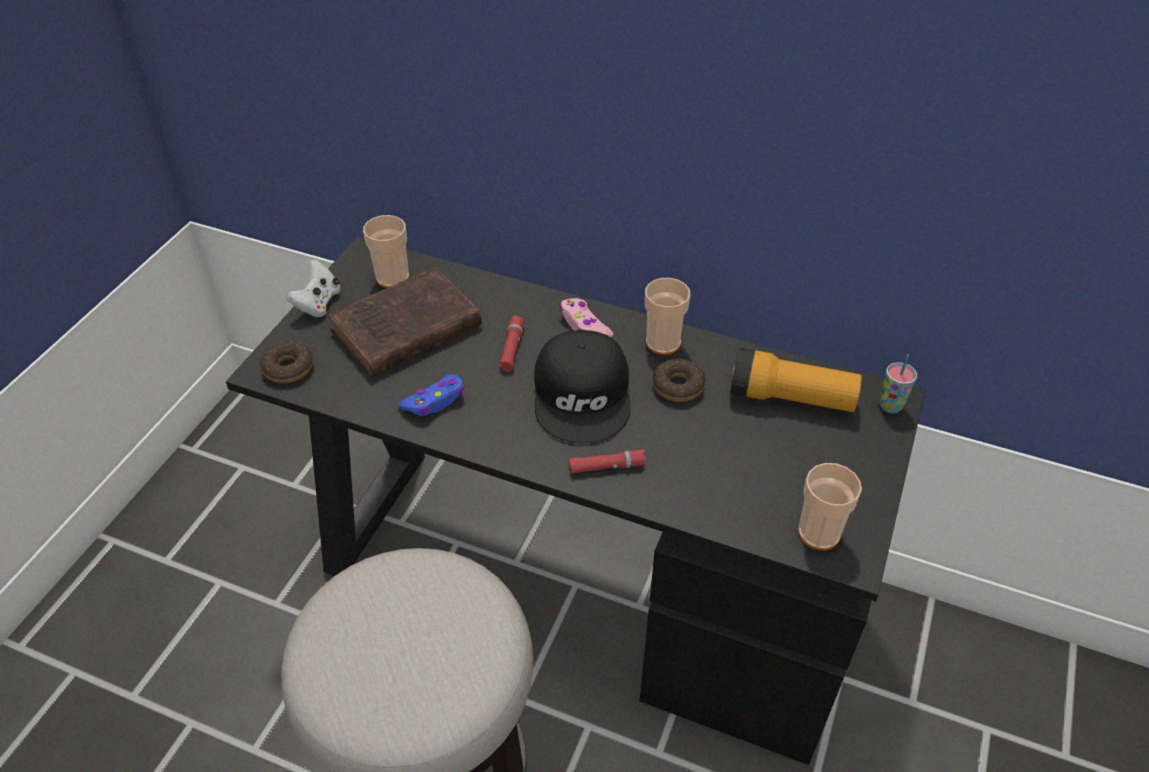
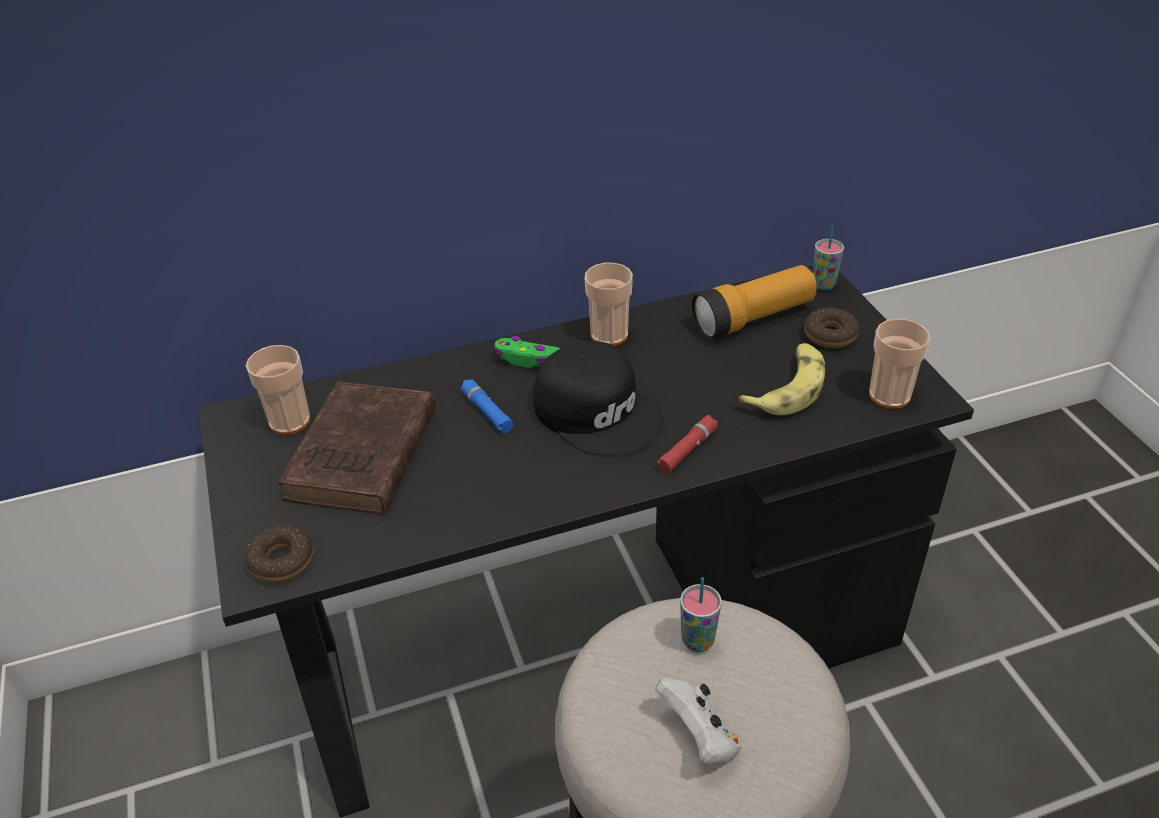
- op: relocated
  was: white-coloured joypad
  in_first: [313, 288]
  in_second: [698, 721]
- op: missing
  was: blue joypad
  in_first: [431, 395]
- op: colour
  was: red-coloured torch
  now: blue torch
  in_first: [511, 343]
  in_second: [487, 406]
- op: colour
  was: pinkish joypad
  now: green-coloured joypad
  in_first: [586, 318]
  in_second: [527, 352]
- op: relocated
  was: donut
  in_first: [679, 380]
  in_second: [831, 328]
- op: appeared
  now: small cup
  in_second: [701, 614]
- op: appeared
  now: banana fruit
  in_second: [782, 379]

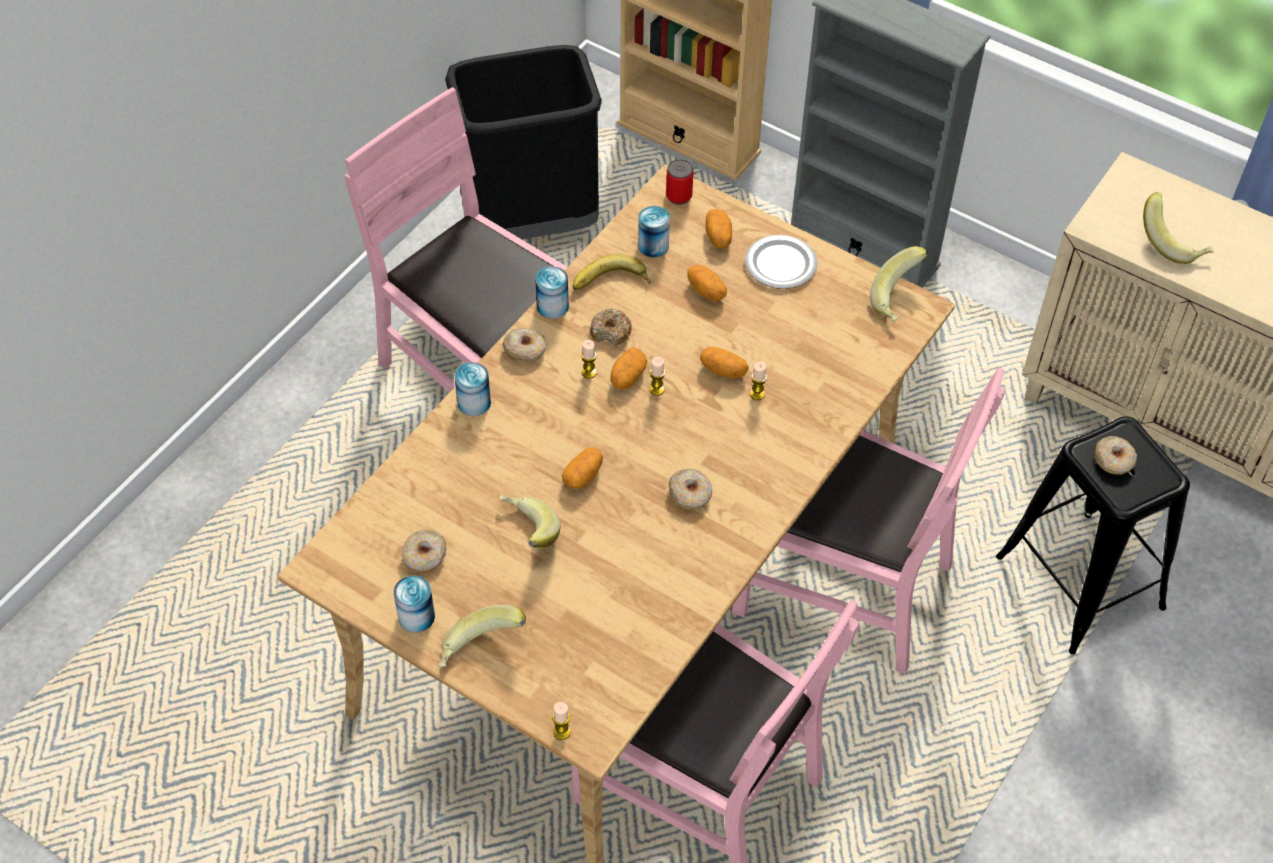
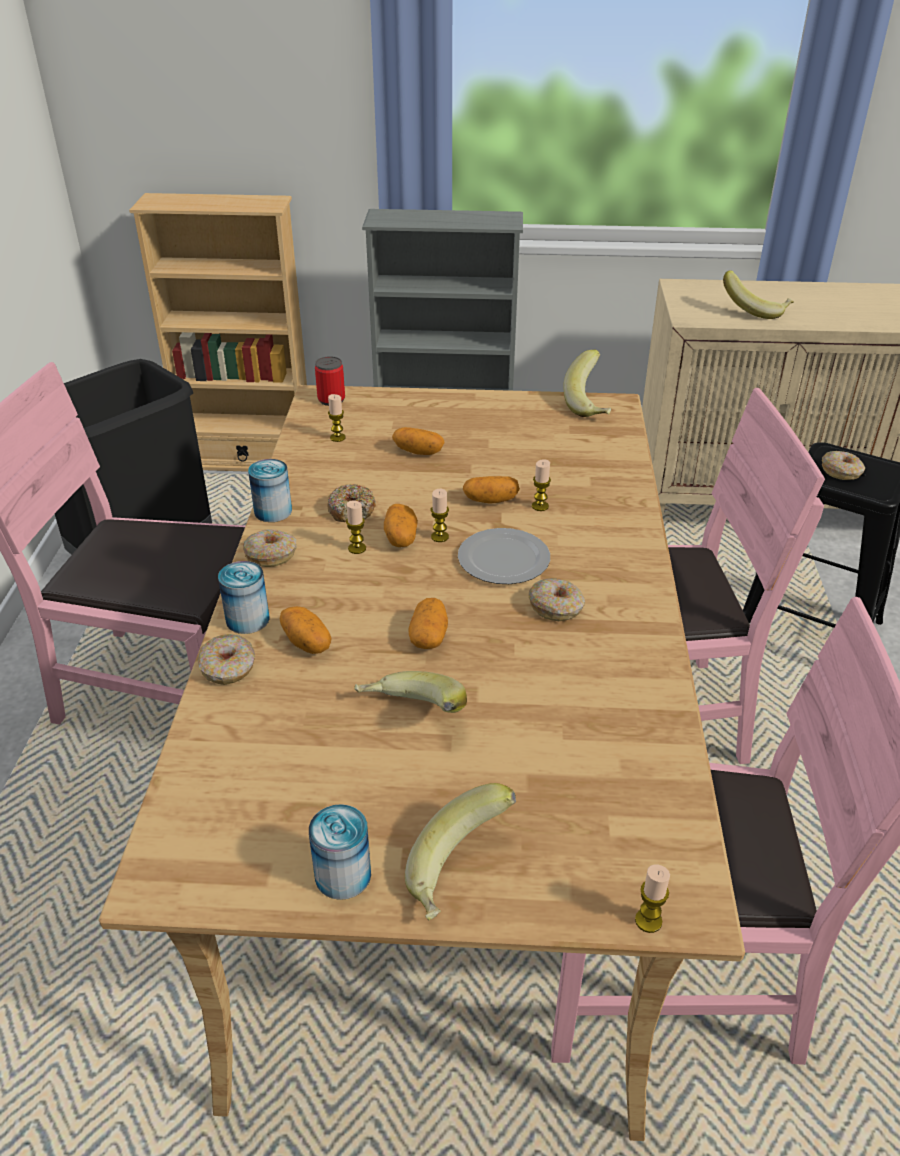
- op: relocated
  was: donut
  in_first: [423, 550]
  in_second: [226, 659]
- op: missing
  was: banana fruit
  in_first: [611, 272]
- op: exchanged
  was: metal can
  now: wax candle
  in_first: [654, 231]
  in_second: [337, 418]
- op: relocated
  was: potato
  in_first: [719, 228]
  in_second: [305, 630]
- op: relocated
  was: plate
  in_first: [781, 262]
  in_second: [504, 556]

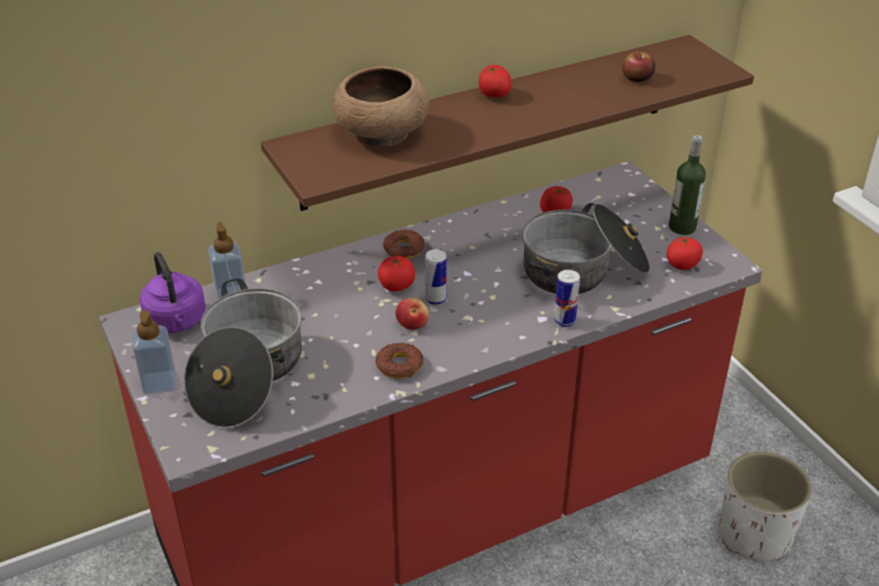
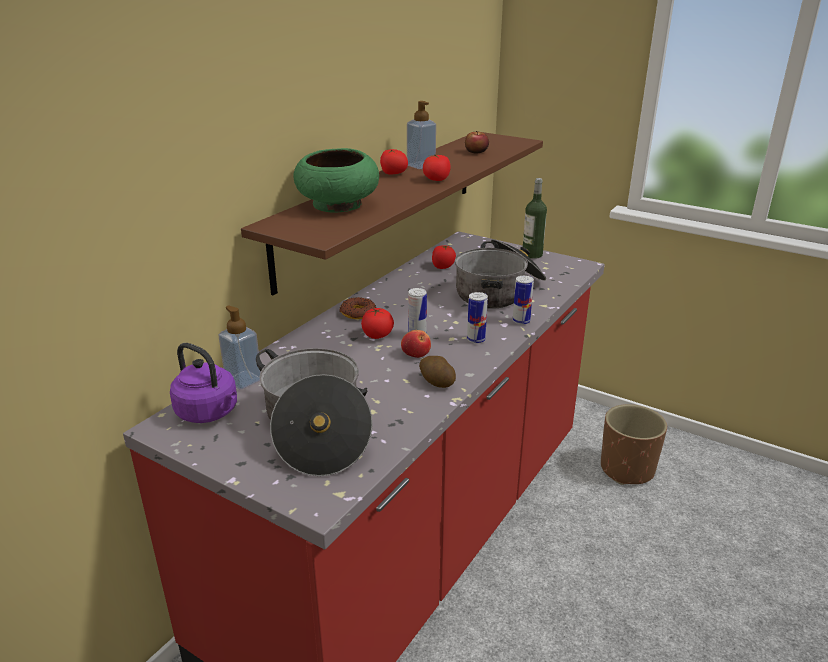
- op: relocated
  was: soap dispenser
  in_first: [154, 352]
  in_second: [421, 135]
- op: colour
  was: brown-coloured deep dish
  now: green-coloured deep dish
  in_first: [381, 107]
  in_second: [336, 180]
- op: exchanged
  was: donut
  now: potato
  in_first: [399, 360]
  in_second: [437, 372]
- op: relocated
  was: tomato
  in_first: [685, 253]
  in_second: [437, 167]
- op: colour
  was: white-coloured plant pot
  now: brown-coloured plant pot
  in_first: [765, 507]
  in_second: [634, 444]
- op: appeared
  now: metal can
  in_second: [477, 317]

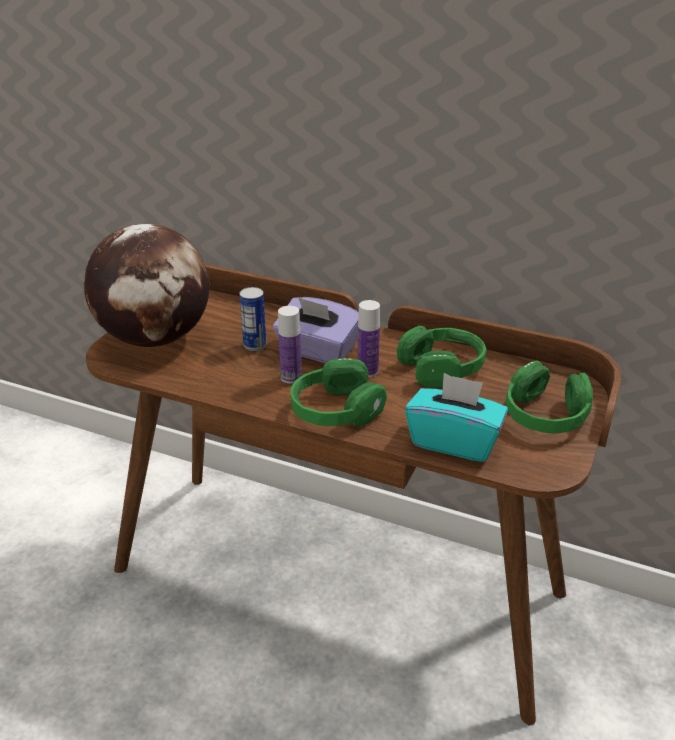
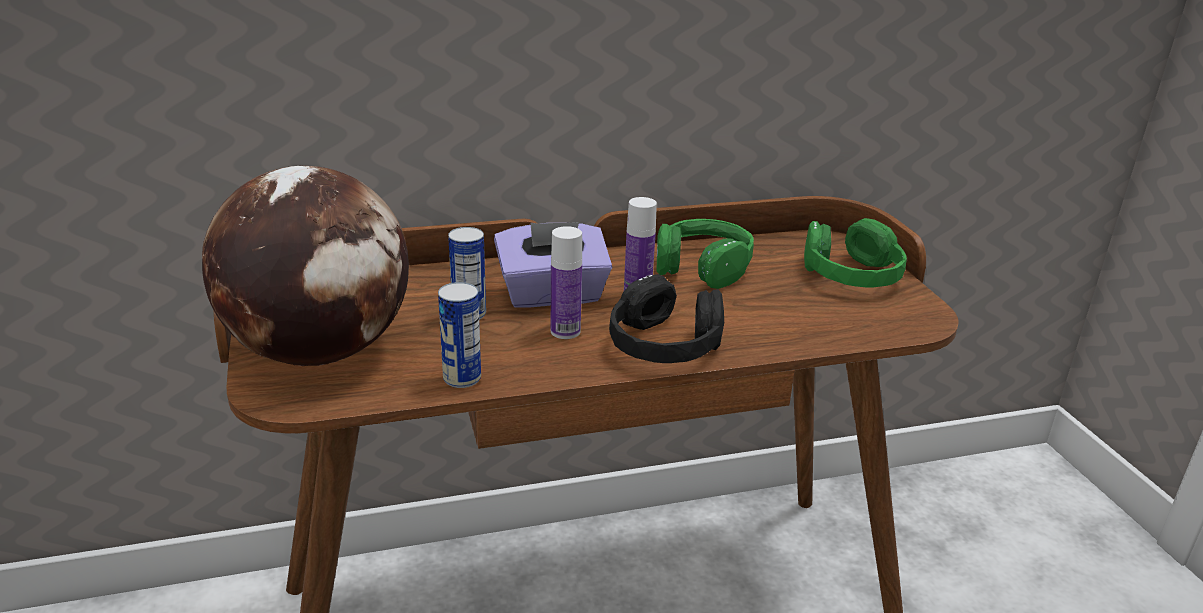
- op: colour
  was: green-coloured headphones
  now: black-coloured headphones
  in_first: [338, 393]
  in_second: [666, 318]
- op: missing
  was: turquoise-coloured tissue box
  in_first: [456, 417]
- op: appeared
  now: metal can
  in_second: [459, 335]

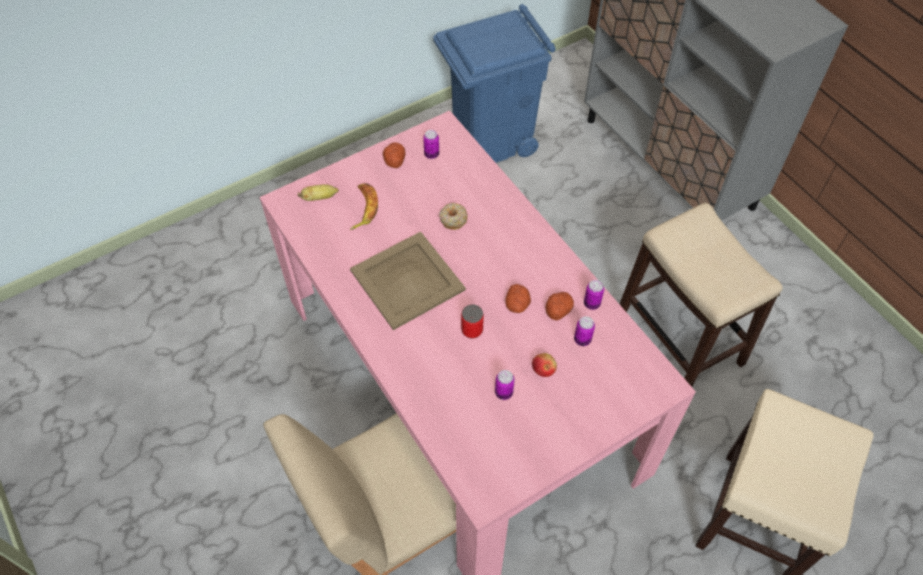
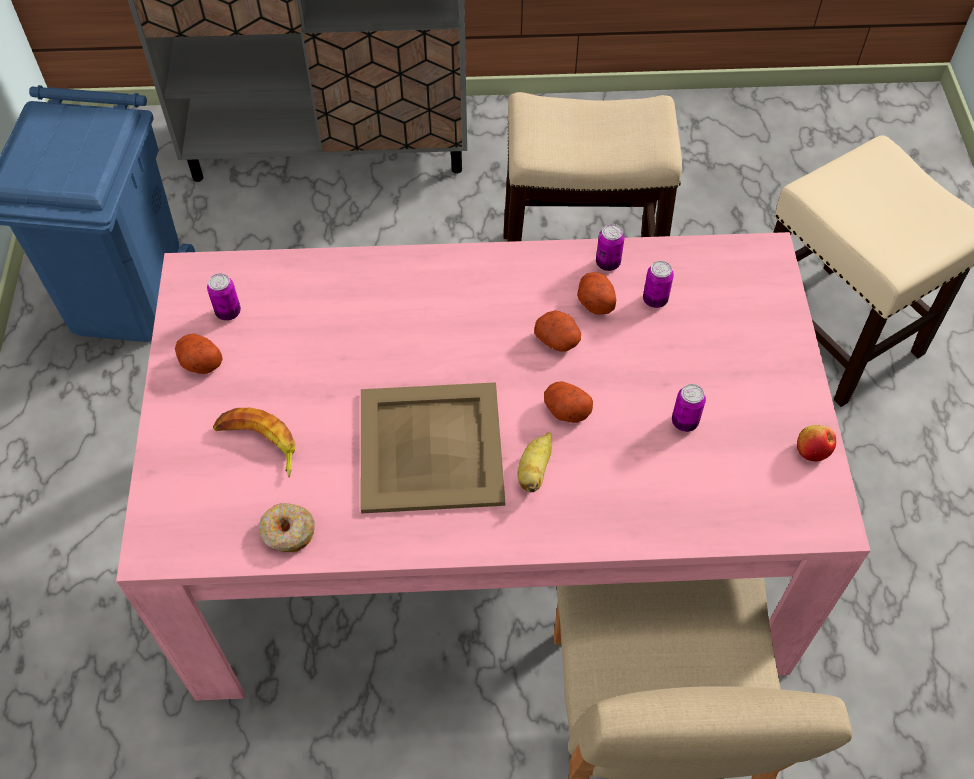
- op: relocated
  was: banana fruit
  in_first: [318, 192]
  in_second: [534, 462]
- op: relocated
  was: donut
  in_first: [453, 216]
  in_second: [287, 527]
- op: exchanged
  was: metal can
  now: potato
  in_first: [472, 321]
  in_second: [568, 402]
- op: relocated
  was: apple fruit
  in_first: [544, 365]
  in_second: [816, 443]

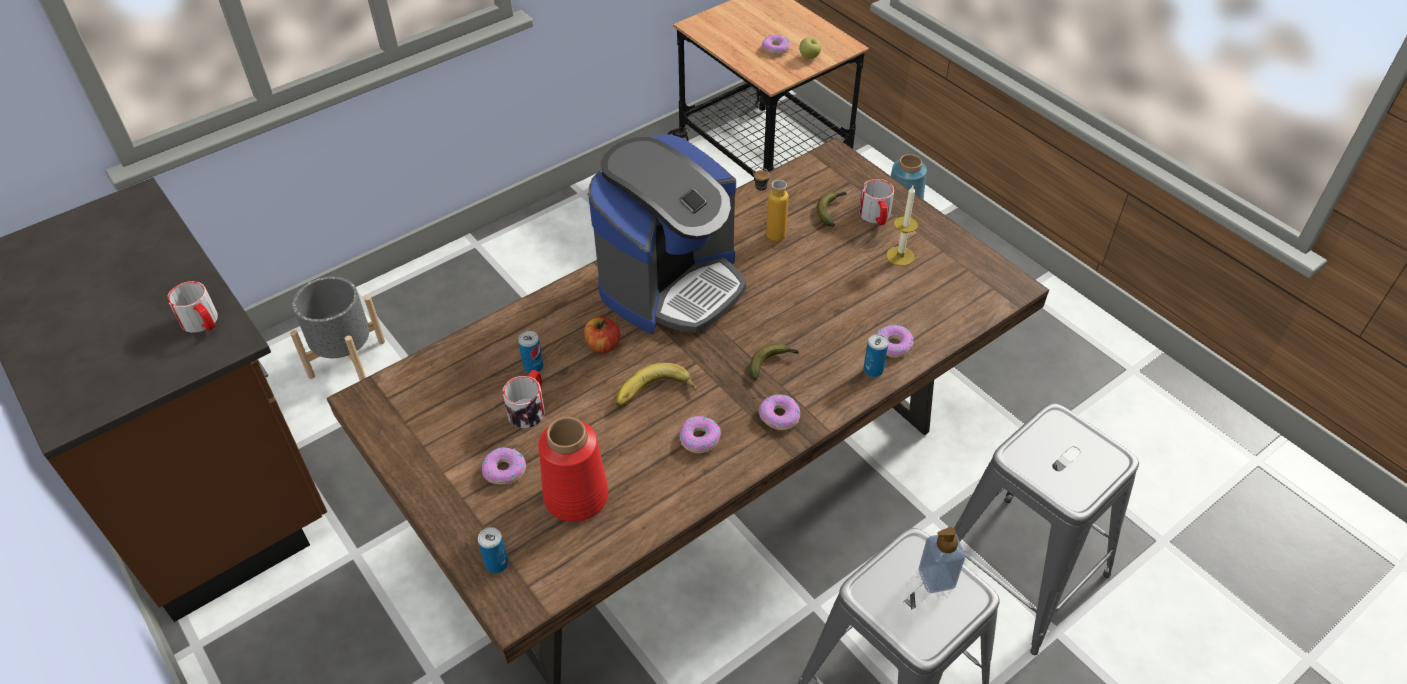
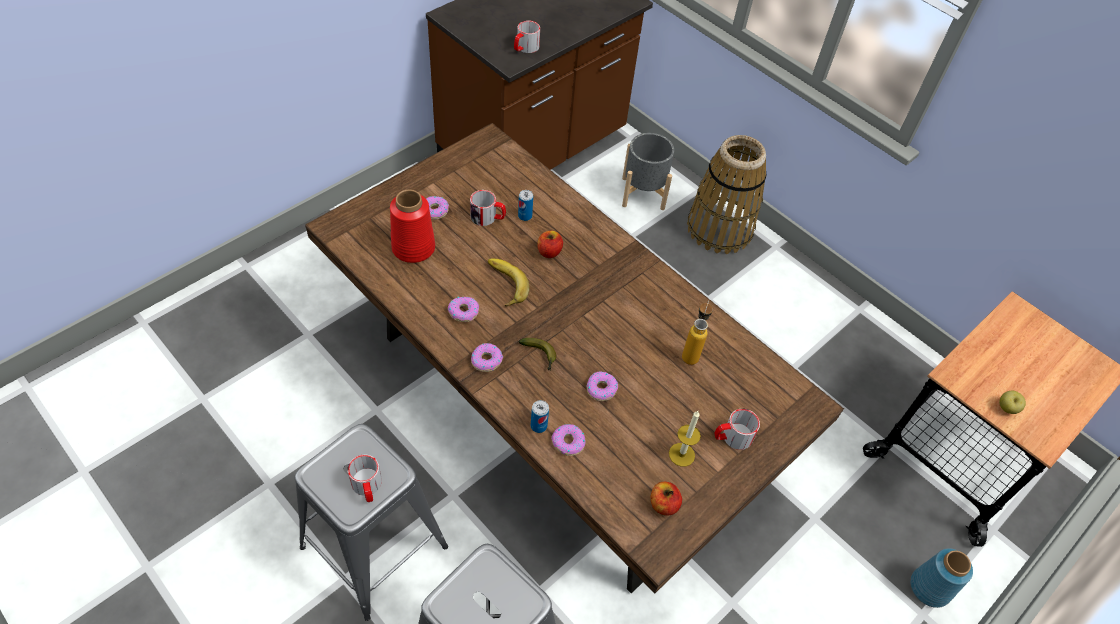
- op: missing
  was: metal can
  in_first: [493, 550]
- op: missing
  was: coffee maker
  in_first: [667, 234]
- op: relocated
  was: donut
  in_first: [776, 45]
  in_second: [602, 386]
- op: missing
  was: banana fruit
  in_first: [832, 209]
- op: exchanged
  was: soap dispenser
  now: mug
  in_first: [942, 560]
  in_second: [365, 478]
- op: appeared
  now: apple fruit
  in_second: [666, 499]
- op: appeared
  now: basket
  in_second: [727, 194]

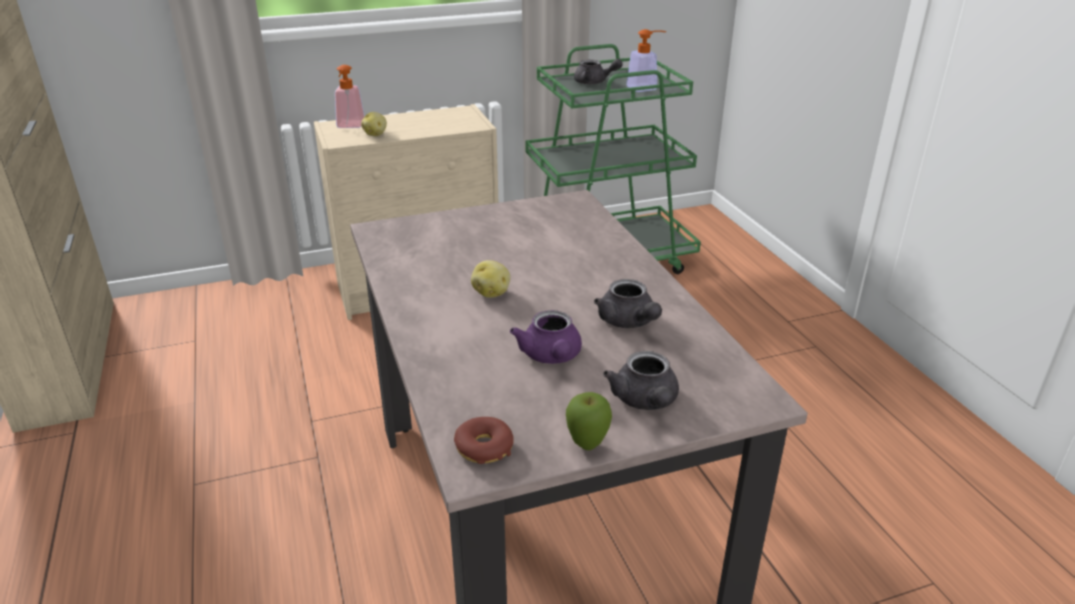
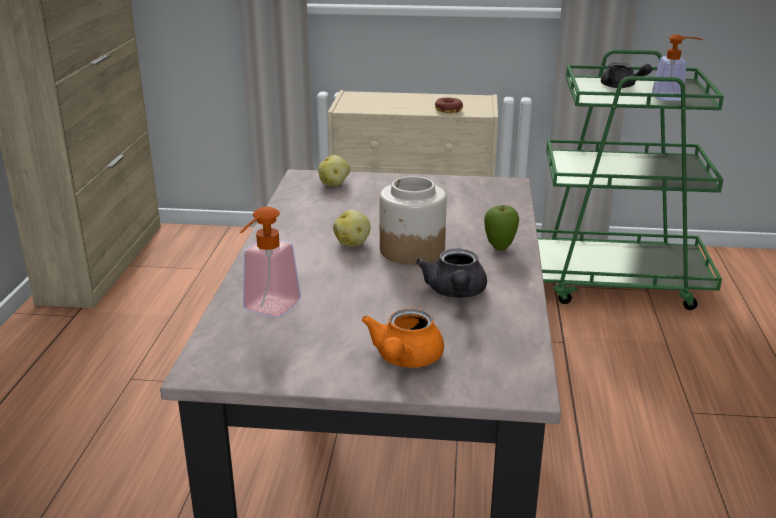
- op: relocated
  was: soap dispenser
  in_first: [350, 96]
  in_second: [270, 262]
- op: relocated
  was: potato
  in_first: [374, 124]
  in_second: [334, 170]
- op: relocated
  was: donut
  in_first: [484, 440]
  in_second: [449, 105]
- op: missing
  was: purple-coloured teapot
  in_first: [546, 337]
- op: relocated
  was: apple fruit
  in_first: [589, 421]
  in_second: [501, 228]
- op: colour
  was: grey teapot
  now: orangey teapot
  in_first: [641, 380]
  in_second: [402, 338]
- op: appeared
  now: preserve jar
  in_second: [413, 220]

